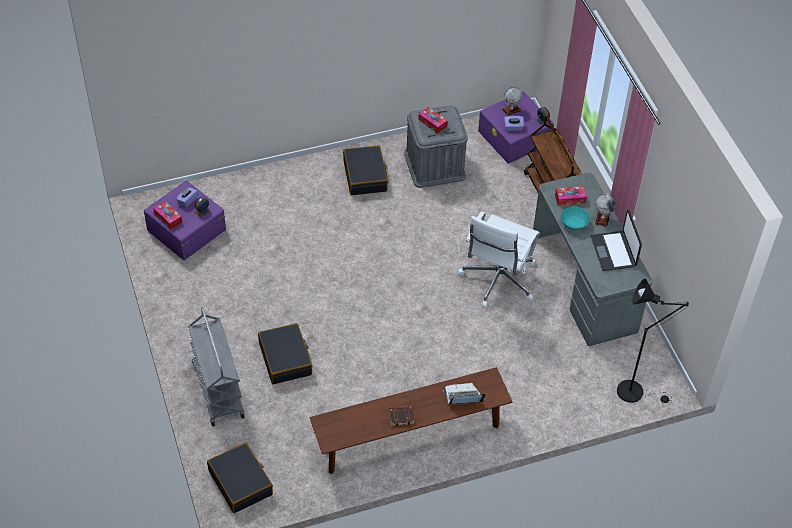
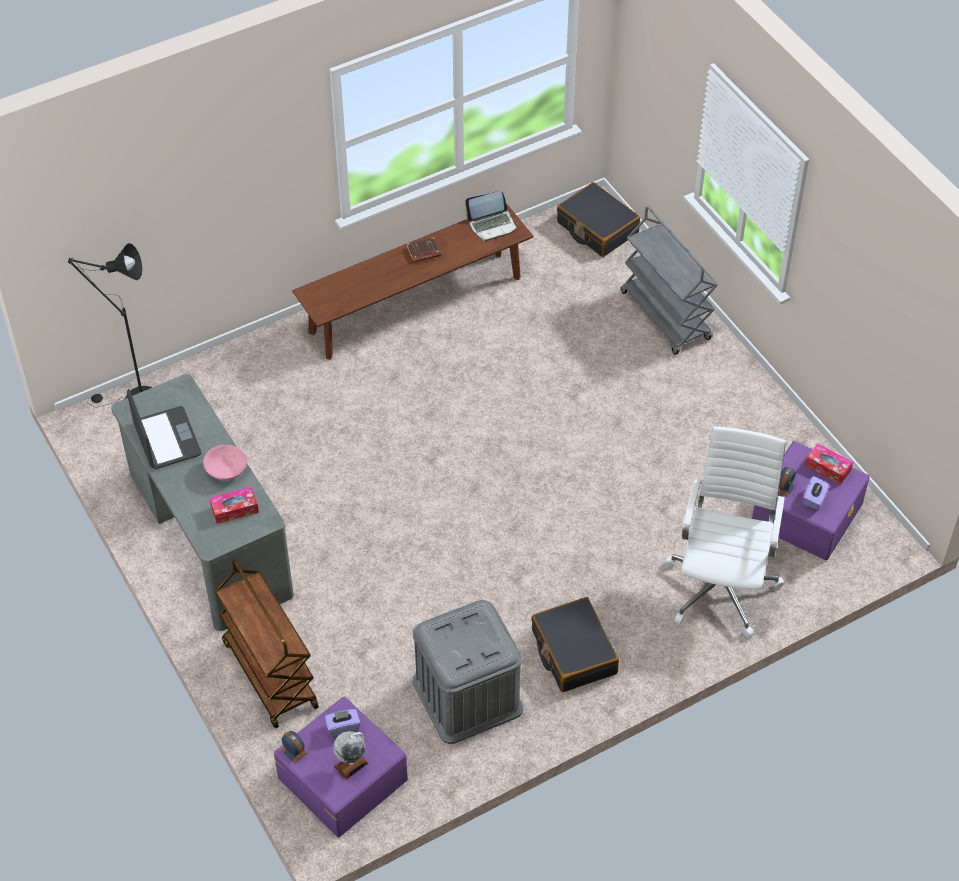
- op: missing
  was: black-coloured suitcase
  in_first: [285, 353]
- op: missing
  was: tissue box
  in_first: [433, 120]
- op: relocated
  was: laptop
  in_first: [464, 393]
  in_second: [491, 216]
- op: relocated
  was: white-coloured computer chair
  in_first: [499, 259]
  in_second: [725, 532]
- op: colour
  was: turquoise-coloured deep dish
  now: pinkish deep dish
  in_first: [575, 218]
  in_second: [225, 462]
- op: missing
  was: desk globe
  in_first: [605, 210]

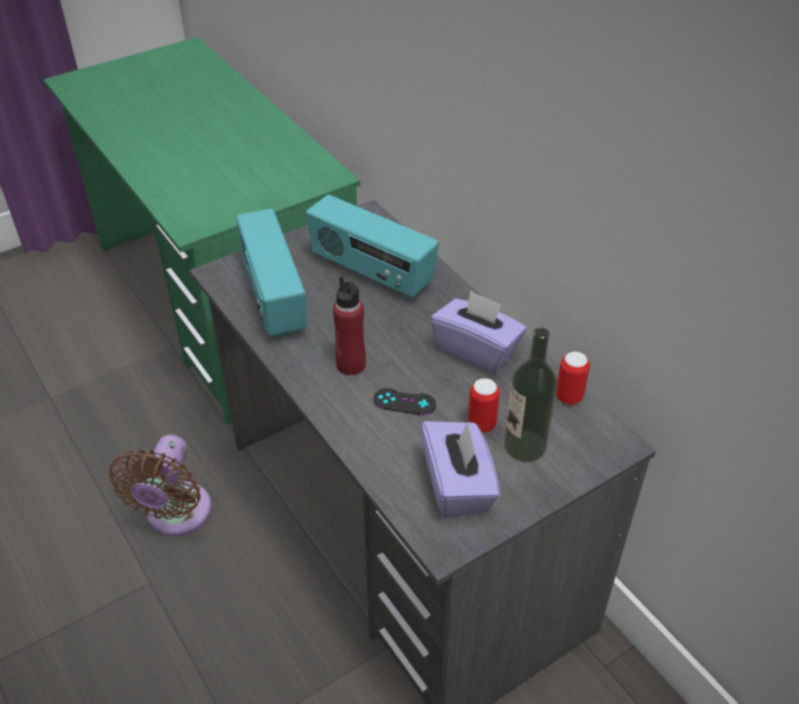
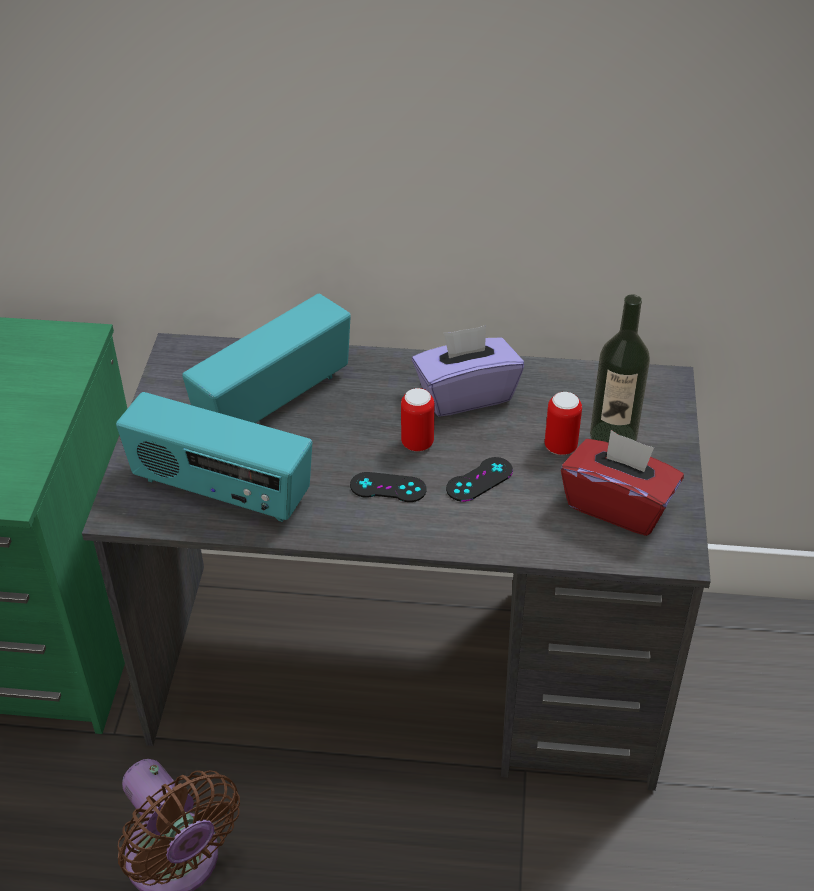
- op: spun
  was: radio set
  in_first: [372, 247]
  in_second: [266, 358]
  clockwise: 150
- op: exchanged
  was: red-coloured drink bottle
  now: black-coloured joypad
  in_first: [349, 325]
  in_second: [388, 487]
- op: colour
  was: purple-coloured tissue box
  now: red-coloured tissue box
  in_first: [460, 469]
  in_second: [622, 483]
- op: relocated
  was: metal can
  in_first: [573, 378]
  in_second: [417, 420]

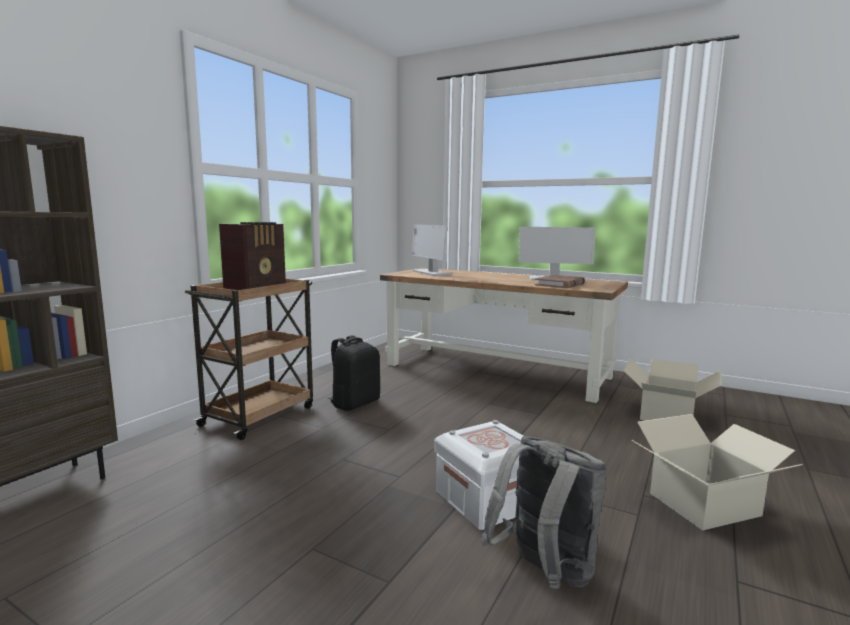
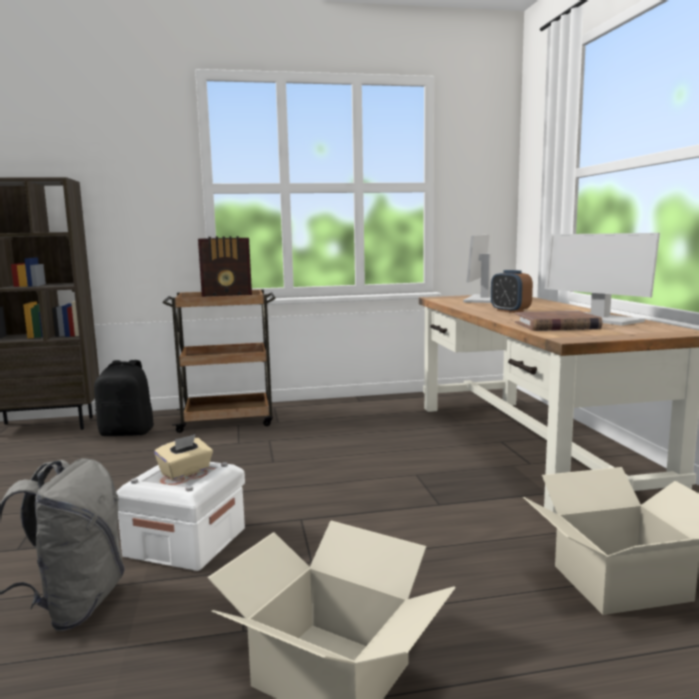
- op: relocated
  was: black-coloured rucksack
  in_first: [354, 373]
  in_second: [124, 398]
- op: appeared
  now: sand-coloured tissue box
  in_second: [183, 457]
- op: appeared
  now: bedside clock
  in_second: [512, 291]

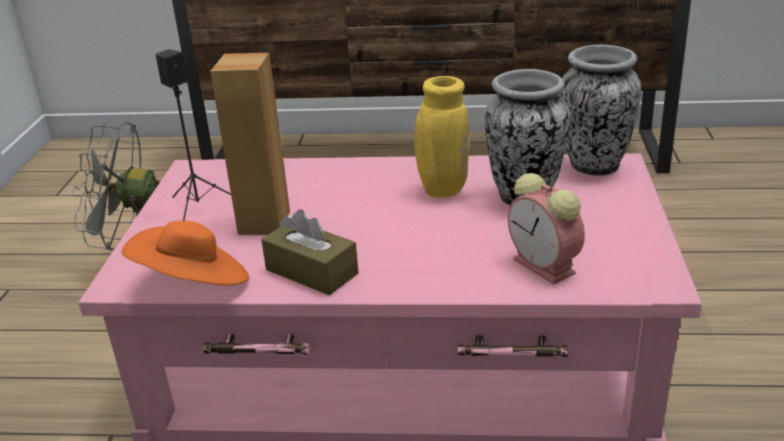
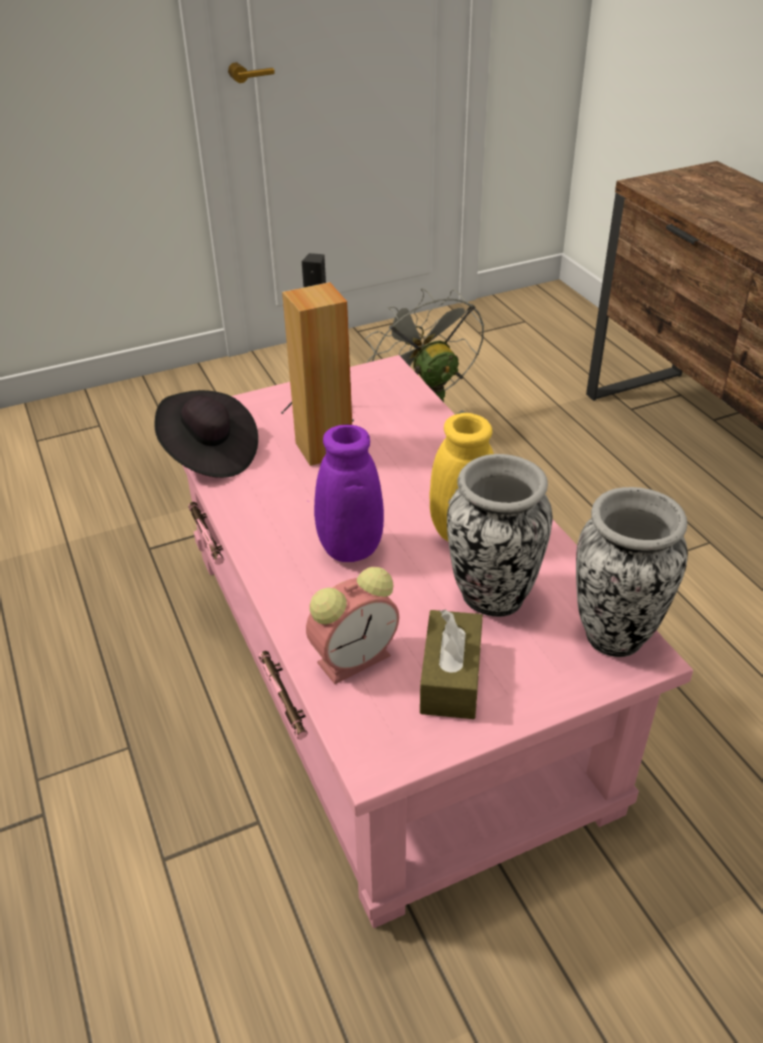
- op: colour
  was: orangey hat
  now: black-coloured hat
  in_first: [185, 253]
  in_second: [206, 434]
- op: relocated
  was: brown-coloured tissue box
  in_first: [310, 252]
  in_second: [451, 664]
- op: spun
  was: bedside clock
  in_first: [546, 229]
  in_second: [352, 625]
  clockwise: -150
- op: appeared
  now: purple-coloured flower vase
  in_second: [349, 493]

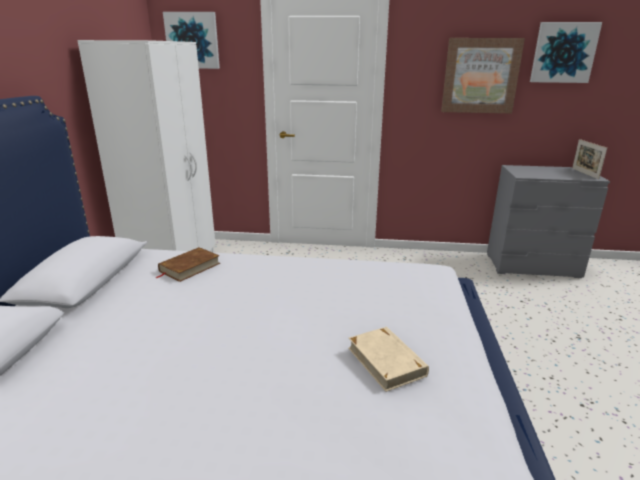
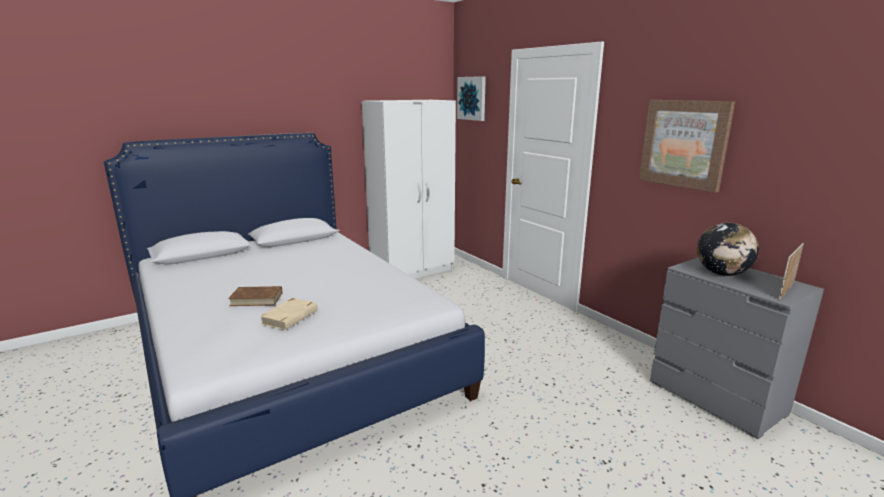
- op: relocated
  was: brown-coloured book
  in_first: [188, 264]
  in_second: [255, 296]
- op: missing
  was: picture
  in_first: [566, 52]
- op: appeared
  now: desk globe
  in_second: [728, 249]

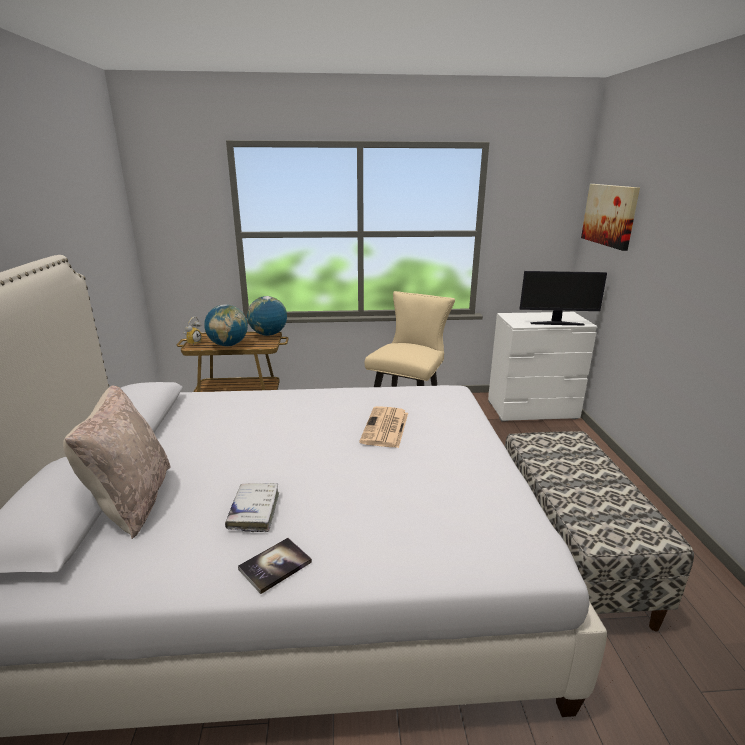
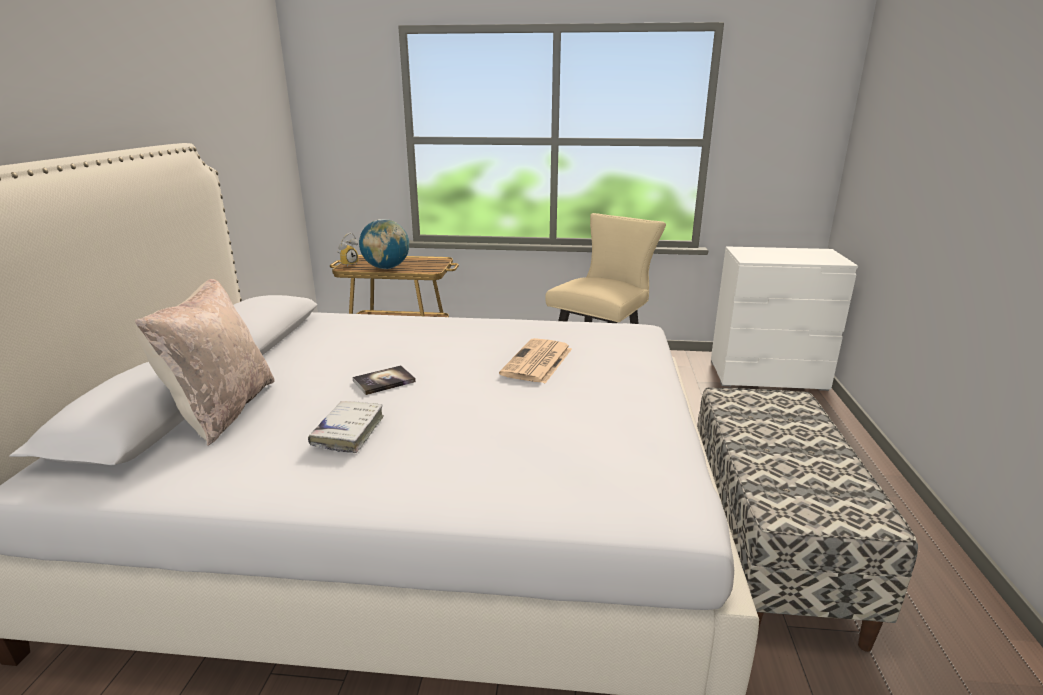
- op: relocated
  was: book
  in_first: [275, 566]
  in_second: [384, 380]
- op: missing
  was: desk globe
  in_first: [267, 316]
- op: missing
  was: computer display
  in_first: [563, 298]
- op: missing
  was: picture
  in_first: [610, 217]

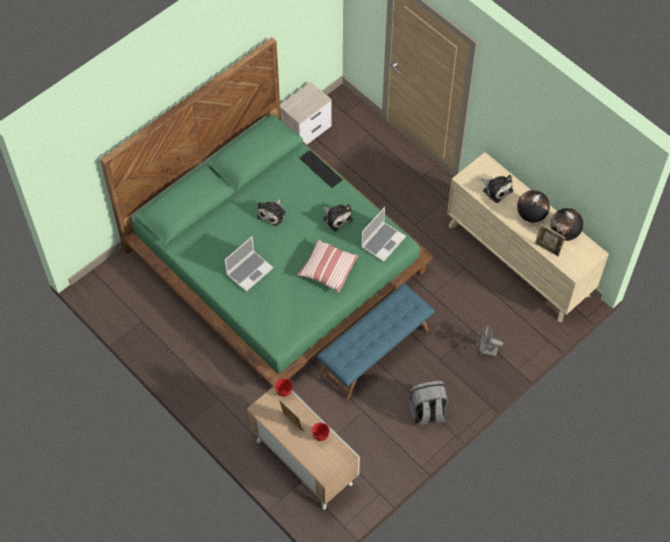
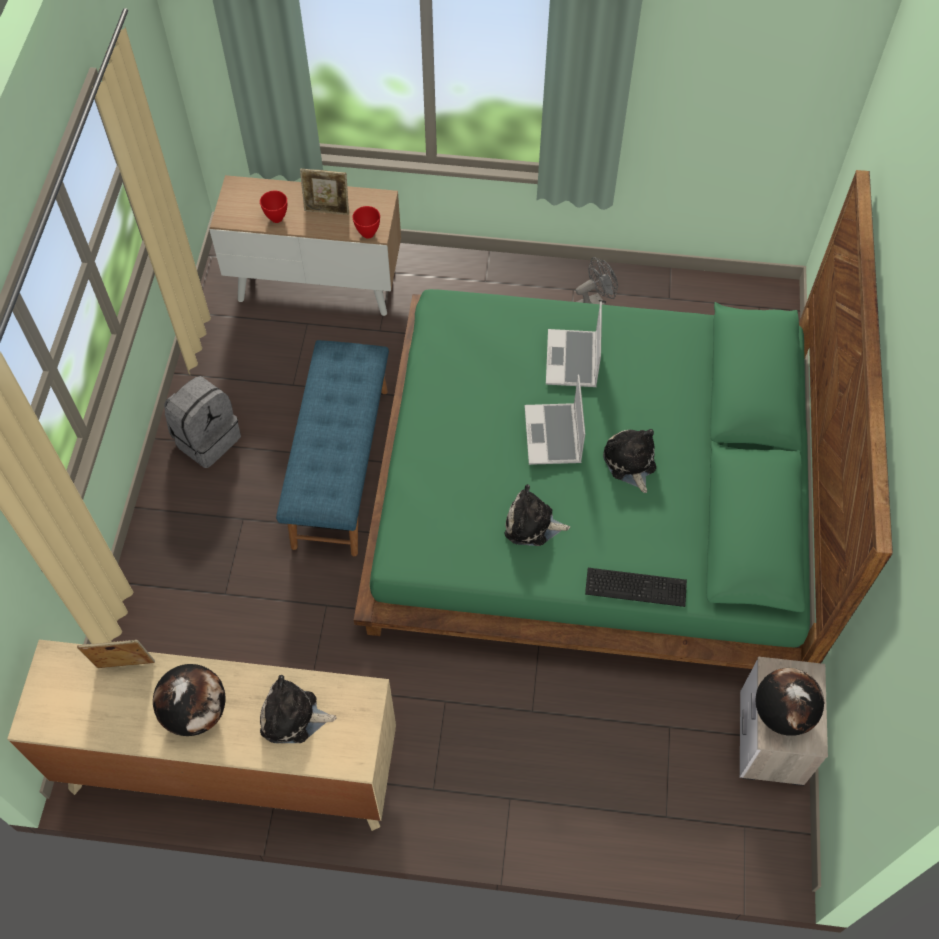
- op: missing
  was: cushion
  in_first: [327, 266]
- op: relocated
  was: laptop
  in_first: [383, 234]
  in_second: [555, 419]
- op: relocated
  was: grey electric fan
  in_first: [489, 340]
  in_second: [597, 281]
- op: relocated
  was: desk globe
  in_first: [566, 224]
  in_second: [790, 702]

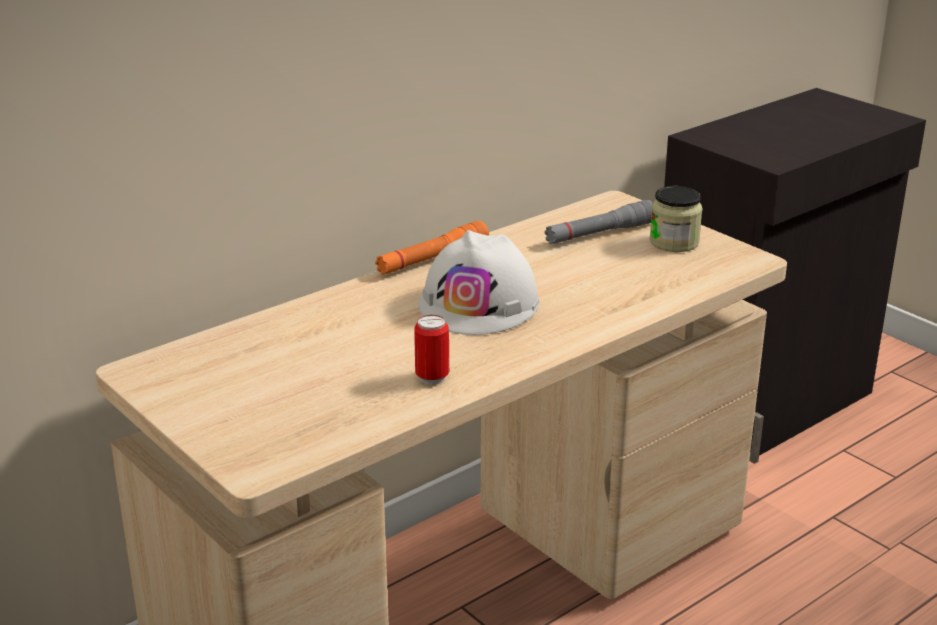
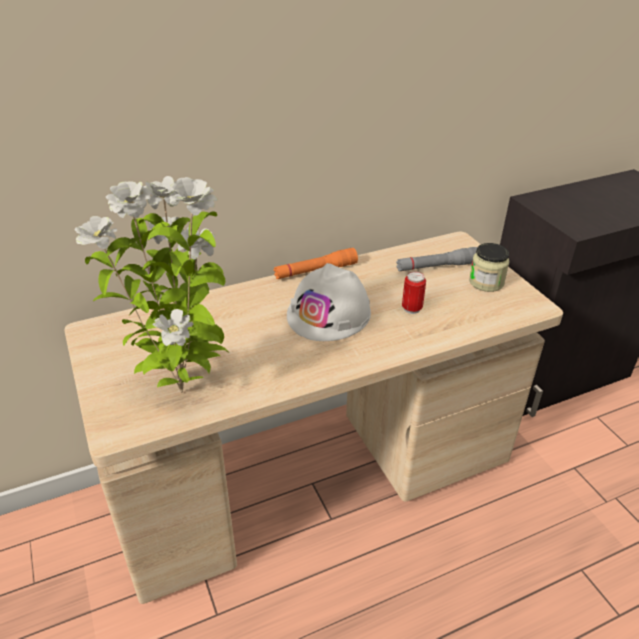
- op: relocated
  was: metal can
  in_first: [431, 350]
  in_second: [414, 293]
- op: appeared
  now: plant in a pot
  in_second: [151, 284]

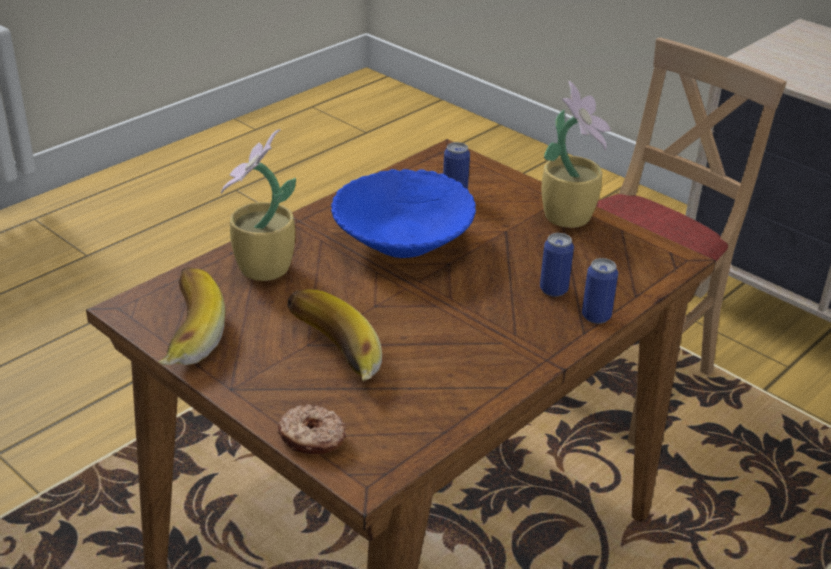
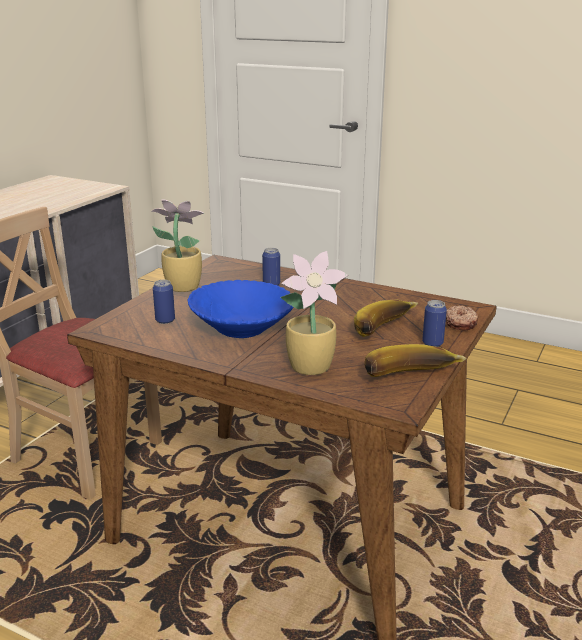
- op: relocated
  was: metal can
  in_first: [600, 291]
  in_second: [434, 323]

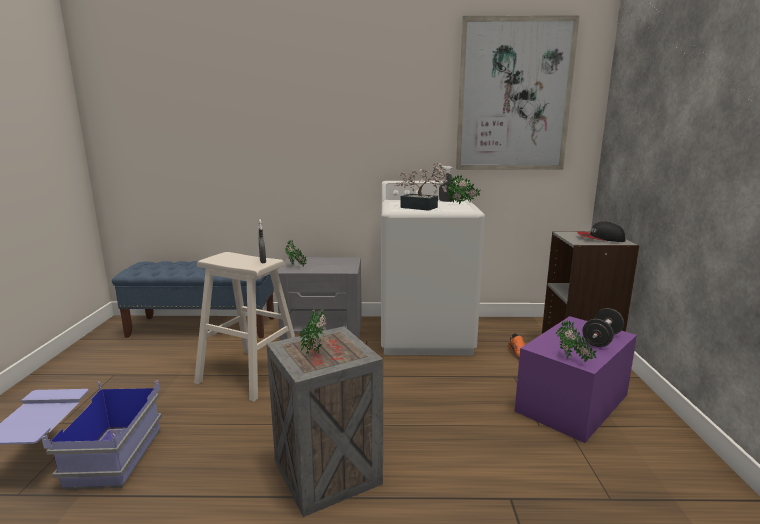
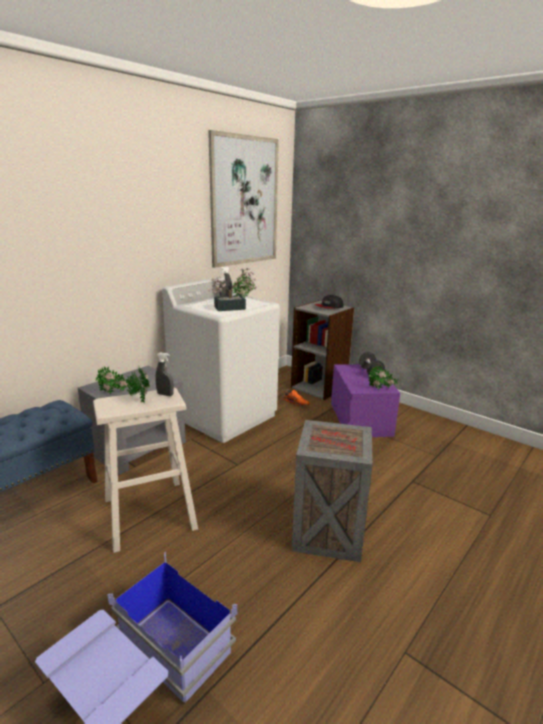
- op: relocated
  was: plant in a pot
  in_first: [313, 332]
  in_second: [138, 385]

